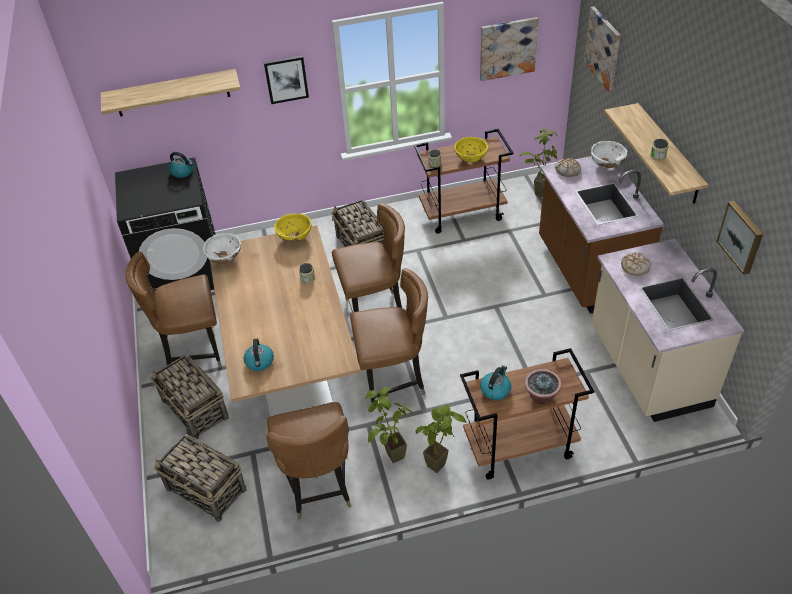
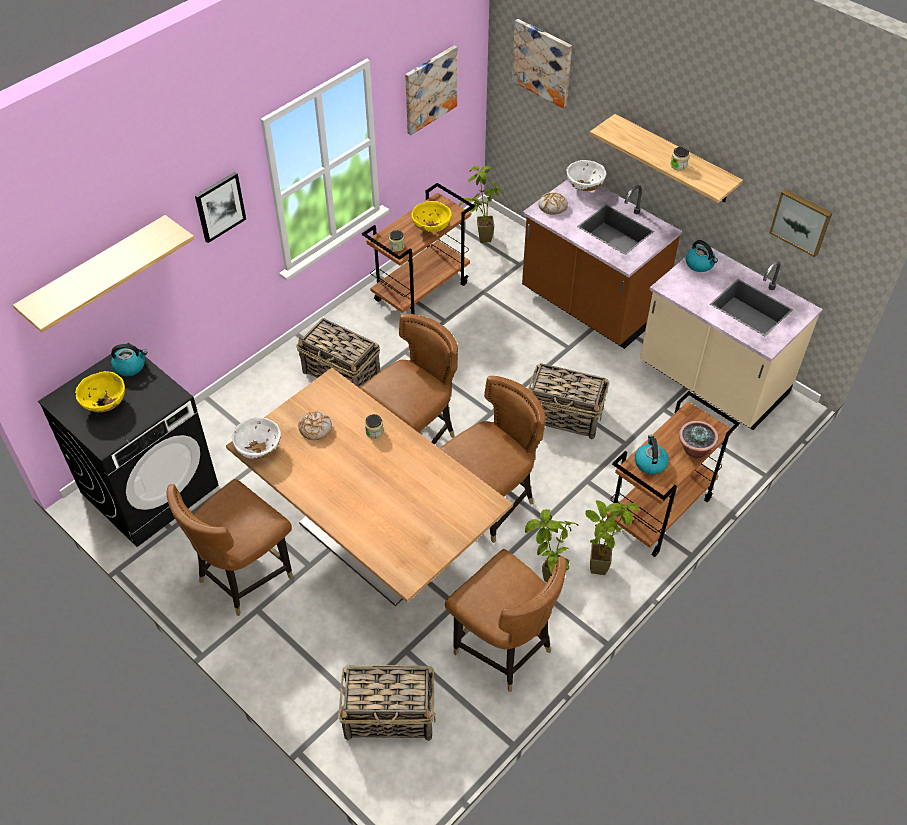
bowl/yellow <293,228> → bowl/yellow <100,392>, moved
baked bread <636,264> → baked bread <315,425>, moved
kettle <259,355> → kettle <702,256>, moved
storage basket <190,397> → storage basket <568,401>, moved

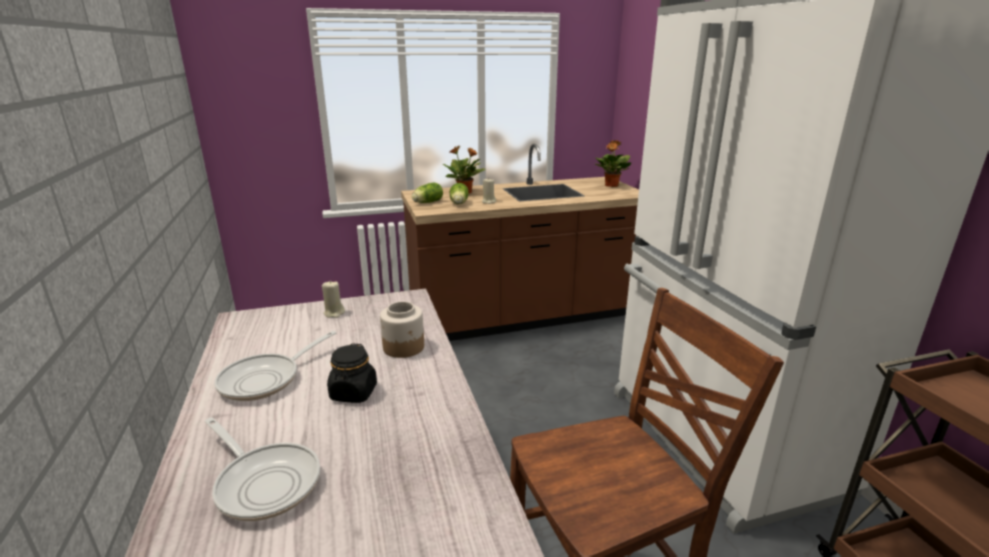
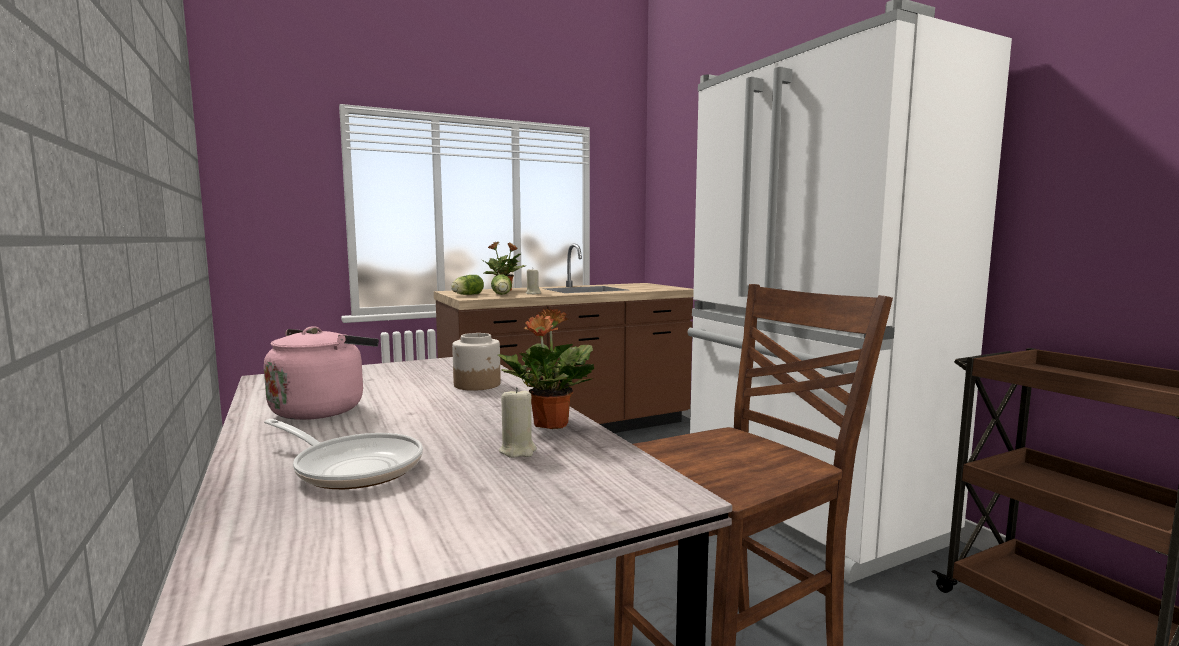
potted plant <613,163> → potted plant <546,369>, moved
wax candle/beige-coloured <333,299> → wax candle/beige-coloured <518,422>, moved
frying pan <275,366> → kettle/pinkish <321,373>
storage jar/blackish <352,373> → -

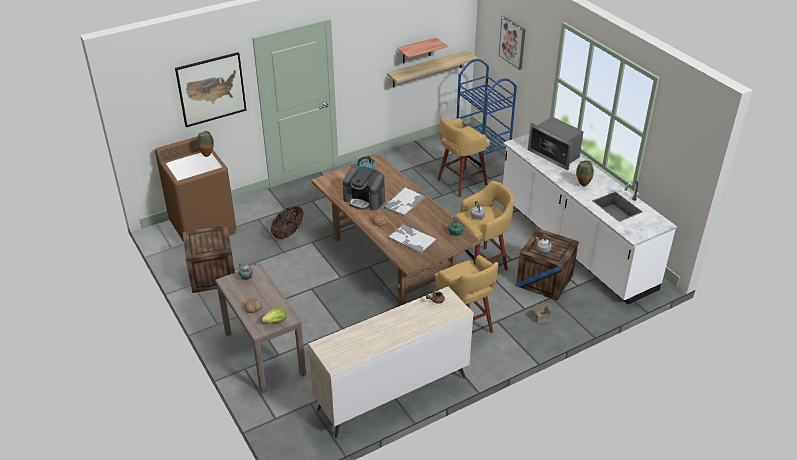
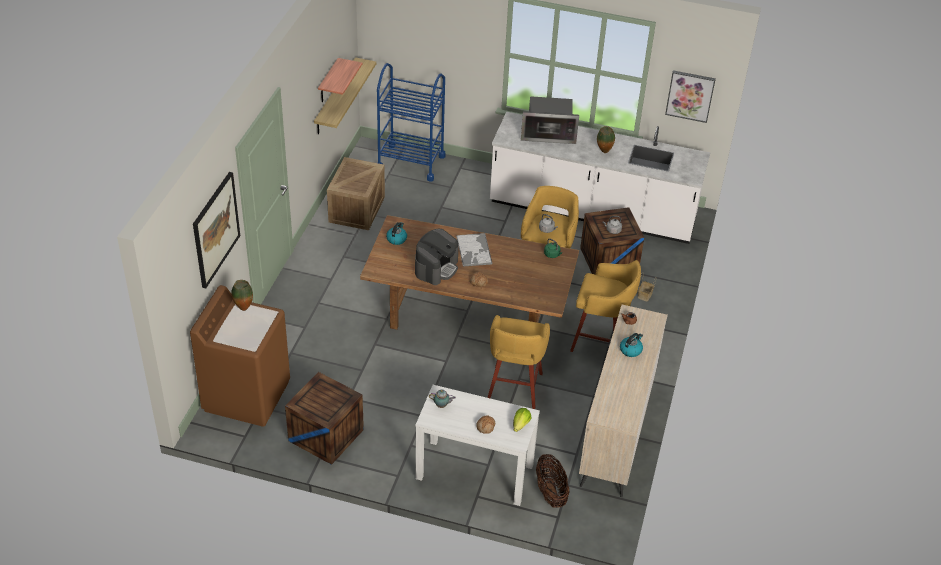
wall picture <512,43> → wall picture <690,96>, moved
stool seat/yellow <463,156> → stool seat/yellow <518,362>, moved
coffee maker <364,189> → coffee maker <437,257>, 45 degrees counterclockwise
storage basket <287,222> → storage basket <553,481>, moved
serving tray <412,239> → -
narrow table/brownish <260,329> → narrow table/white-coloured <477,445>
- → packing crate <356,193>
- → kettle <631,345>

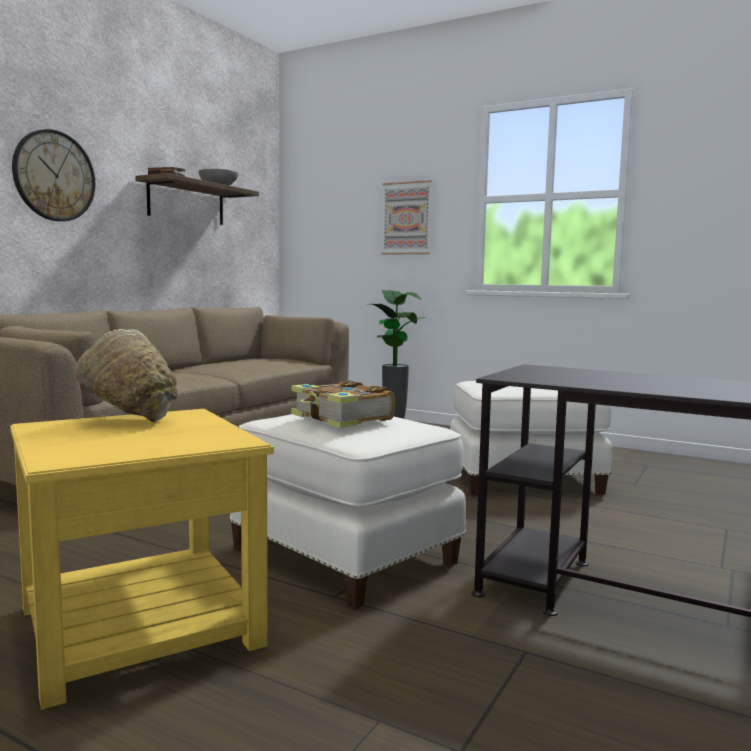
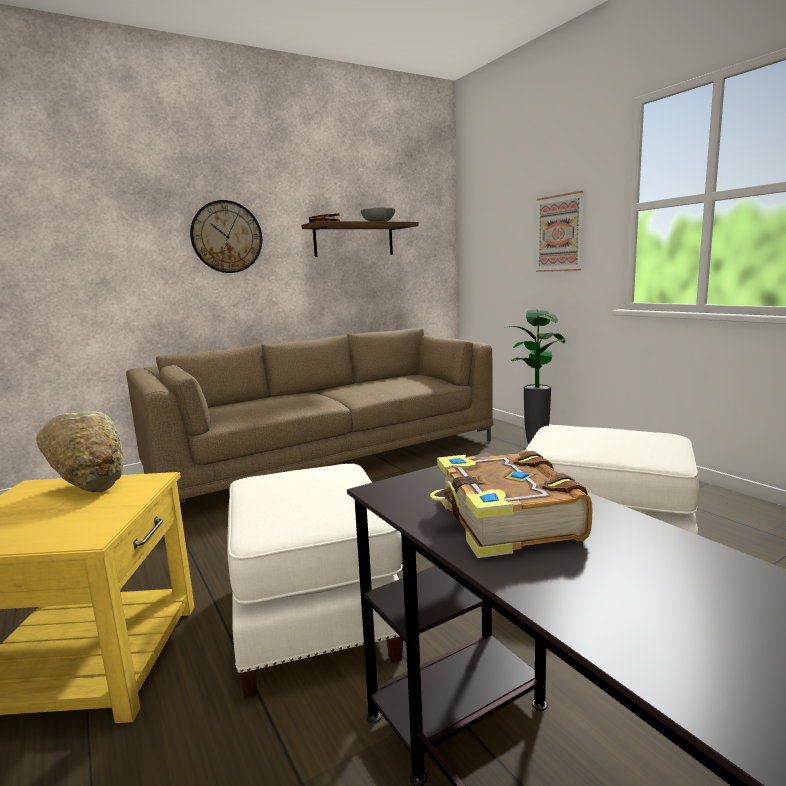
bound book <343,404> → bound book <511,504>, moved

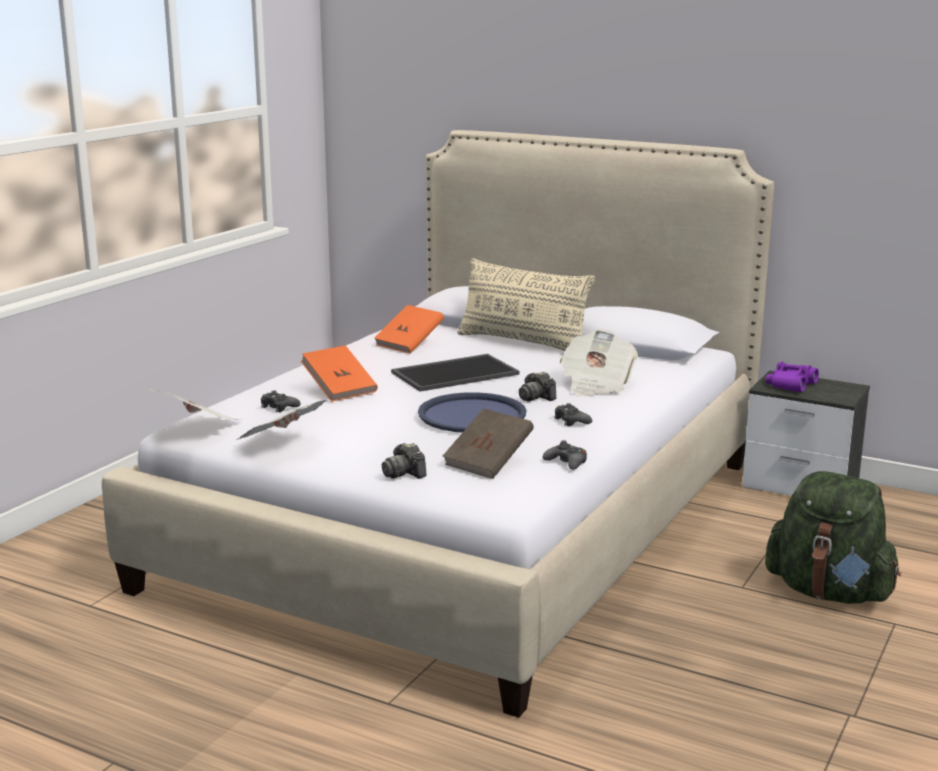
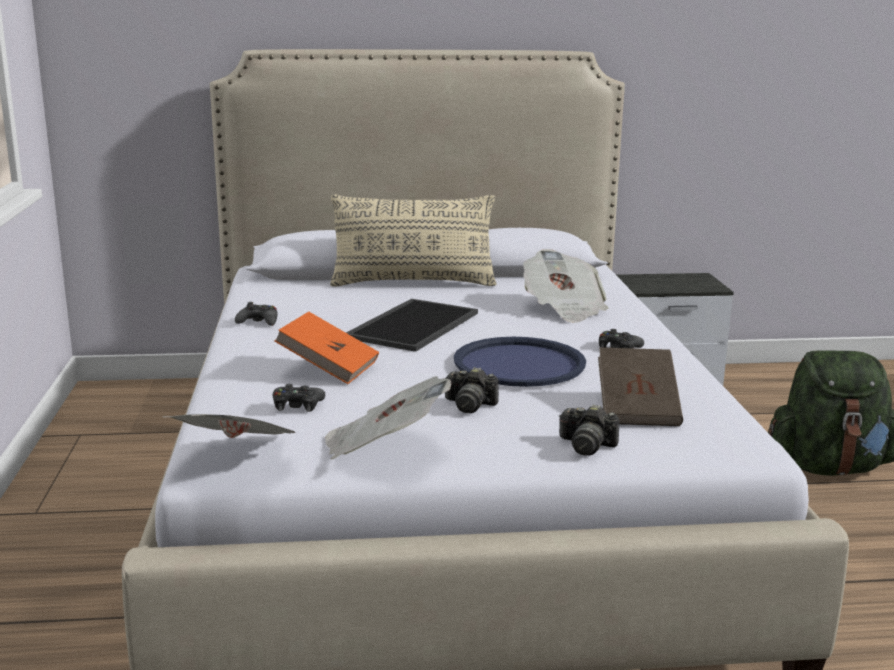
bound book/orangey <409,329> → -
field glasses/purple <792,377> → -
still camera <537,387> → still camera <472,390>, moved
joypad/blackish <565,455> → joypad/blackish <256,314>, moved

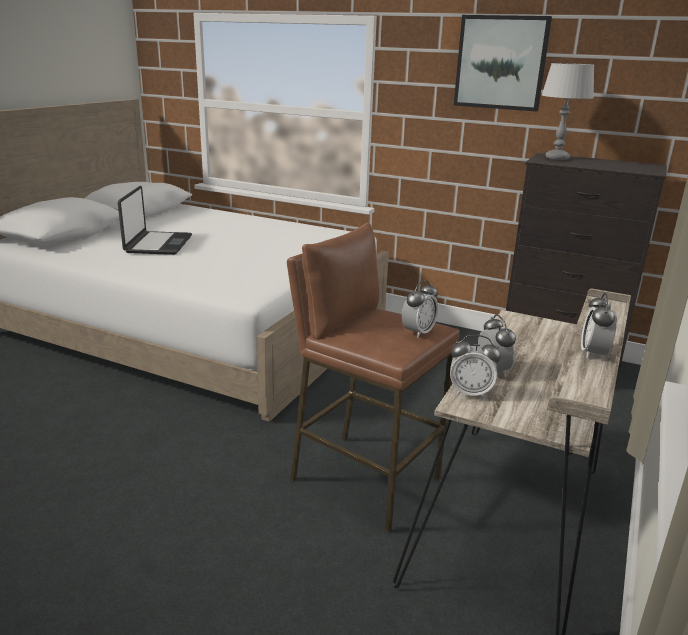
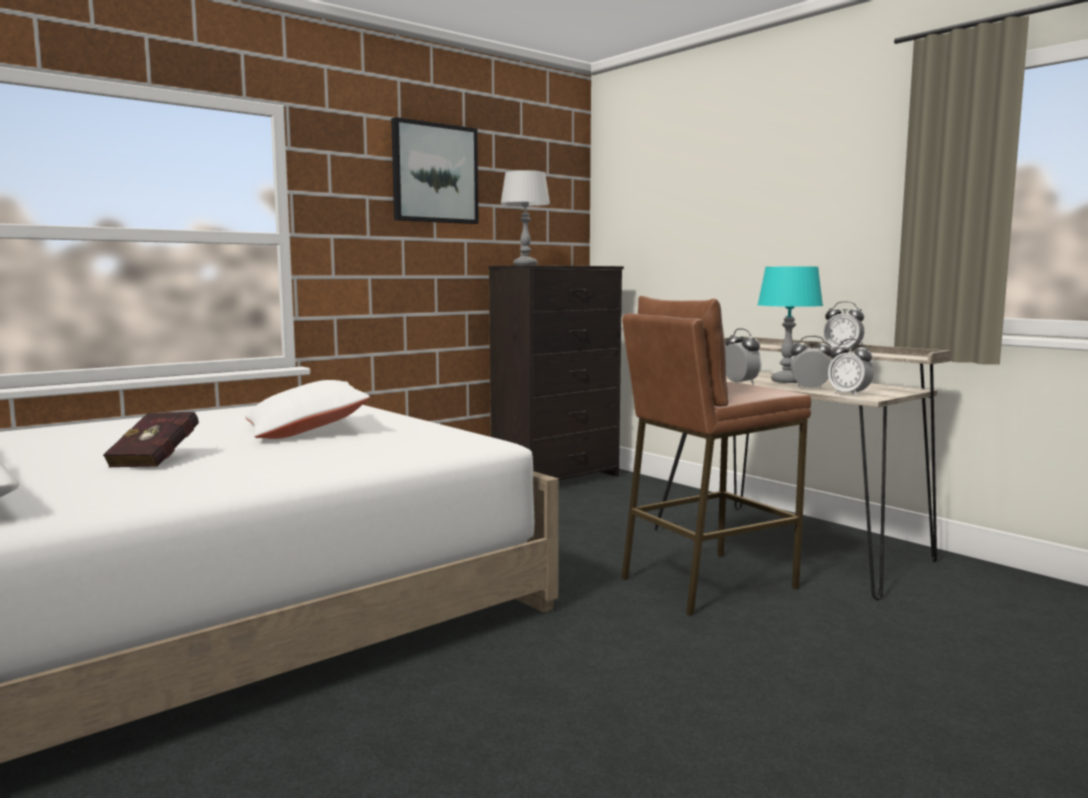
portable computer <155,220> → bound book/red-coloured <151,439>
bedside clock <475,367> → bedside clock <851,367>, 105 degrees clockwise
- → table lamp/turquoise-coloured <790,325>
- → pillow/white-coloured <307,409>

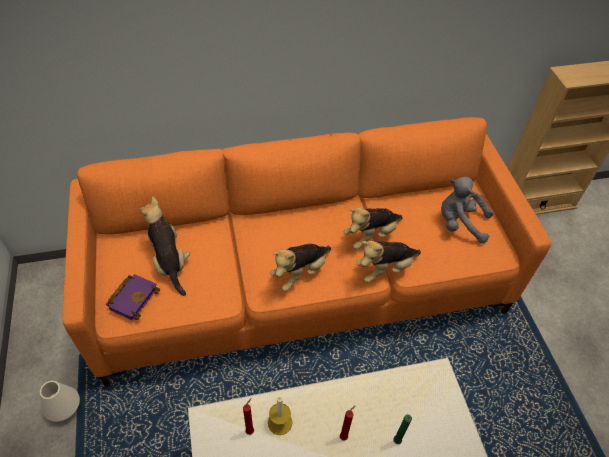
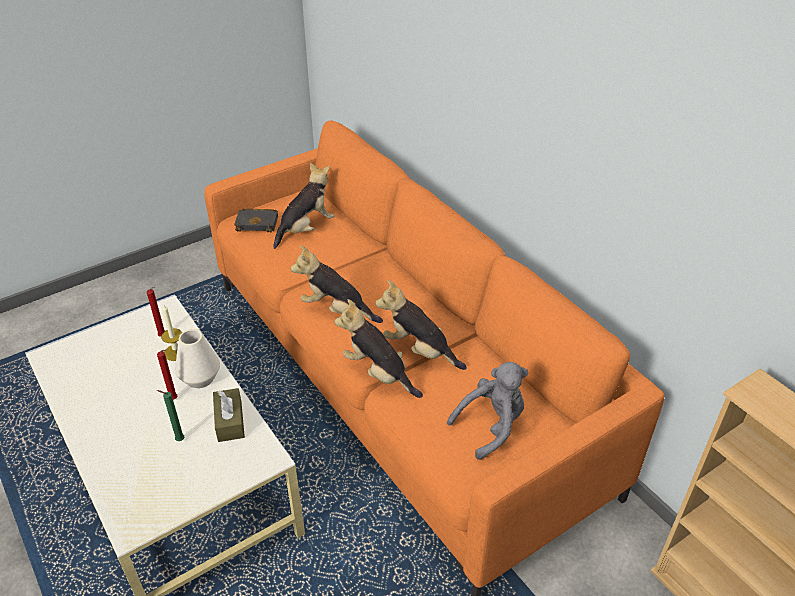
soft toy/greyish <467,210> → soft toy/greyish <487,411>, 60 degrees clockwise
bound book/purple <133,297> → bound book/blackish <256,220>
vase/white-coloured <60,401> → vase/white-coloured <197,358>, moved
- → tissue box/brownish <229,415>

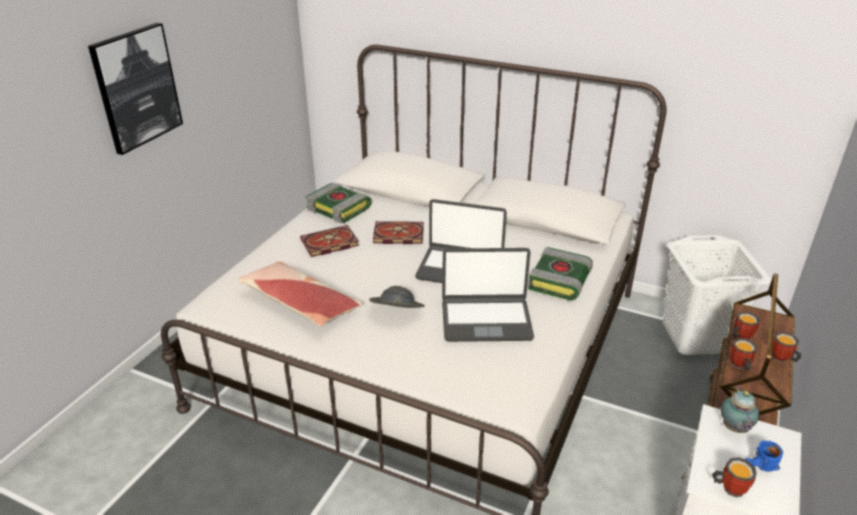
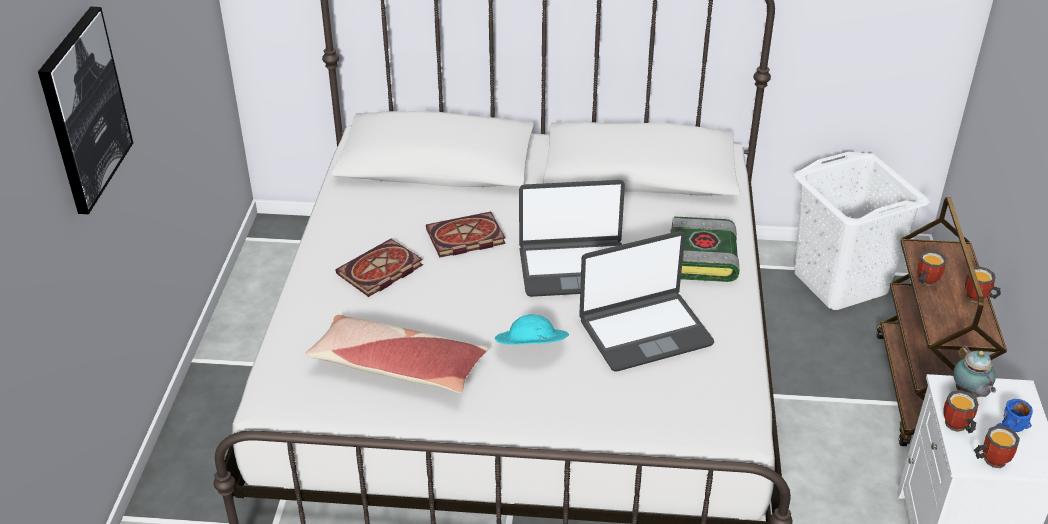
bound book <339,203> → -
hat/greyish <397,297> → hat/turquoise-coloured <532,329>
coffee mug <743,354> → coffee mug <961,411>, moved

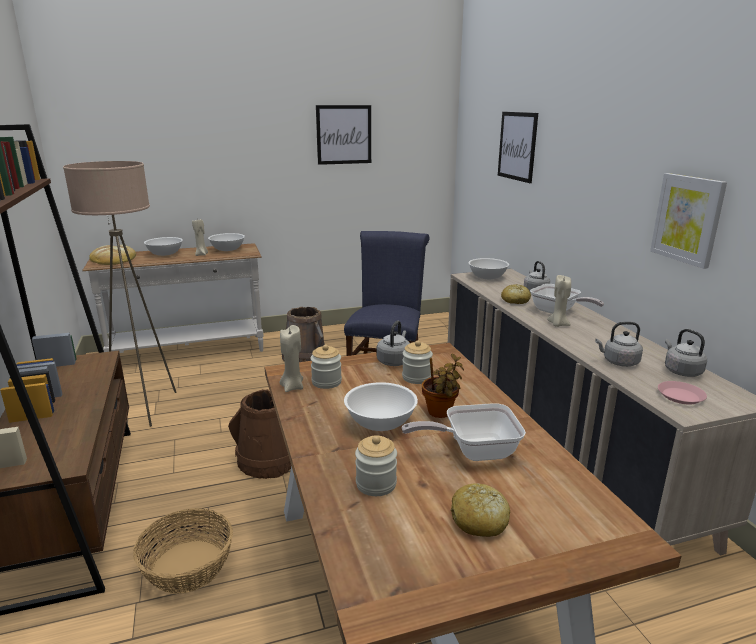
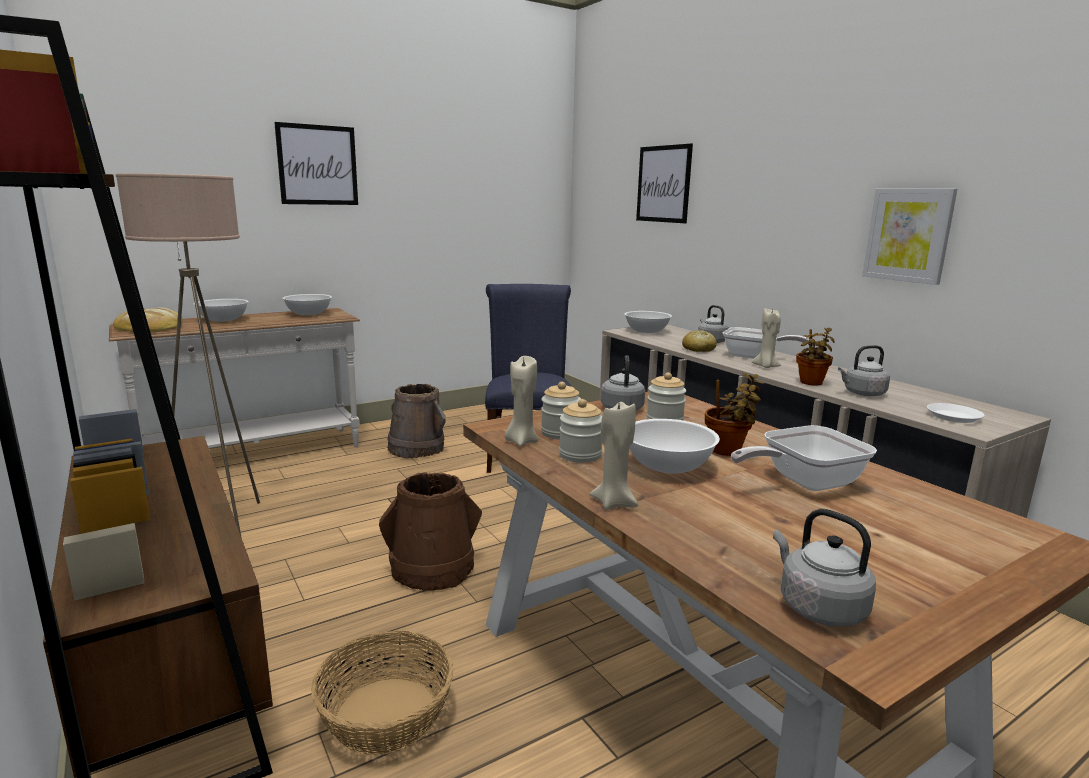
wall picture <343,135> → wall picture <316,163>, moved
wax candle/beige-coloured <200,237> → wax candle/beige-coloured <614,456>, moved
kettle/greyish <686,353> → kettle/greyish <824,568>, moved
dinner plate/pinkish <682,392> → dinner plate/white-coloured <955,413>
storage jar <376,466> → storage jar <580,431>, moved
baked bread <480,510> → -
- → potted plant <815,357>

